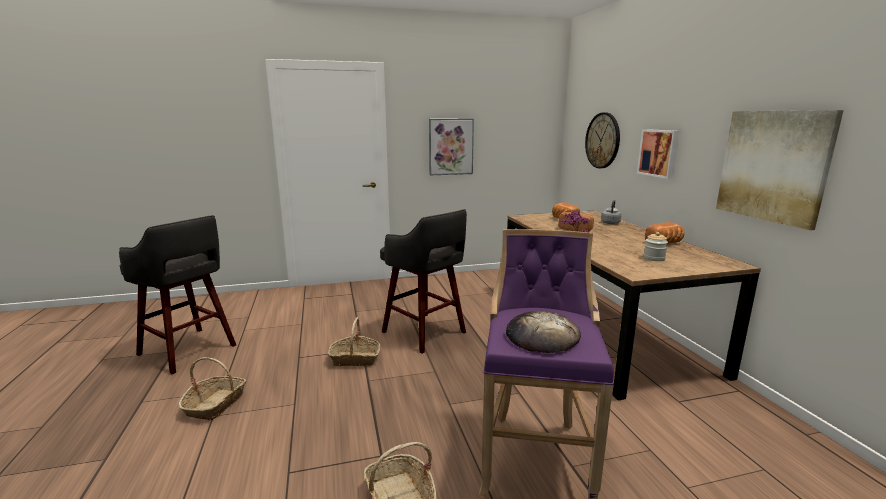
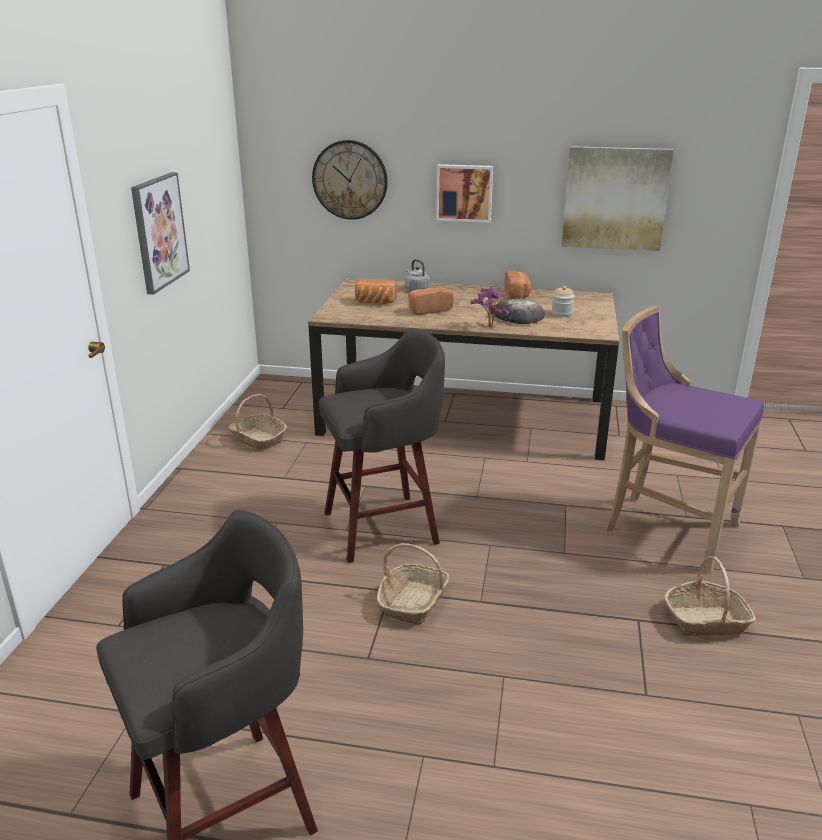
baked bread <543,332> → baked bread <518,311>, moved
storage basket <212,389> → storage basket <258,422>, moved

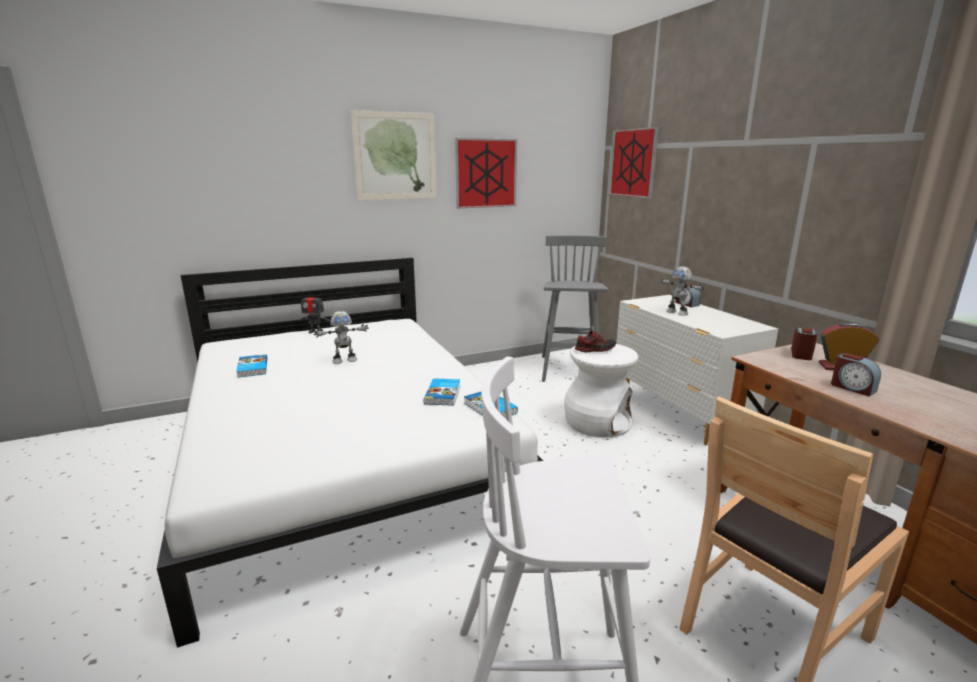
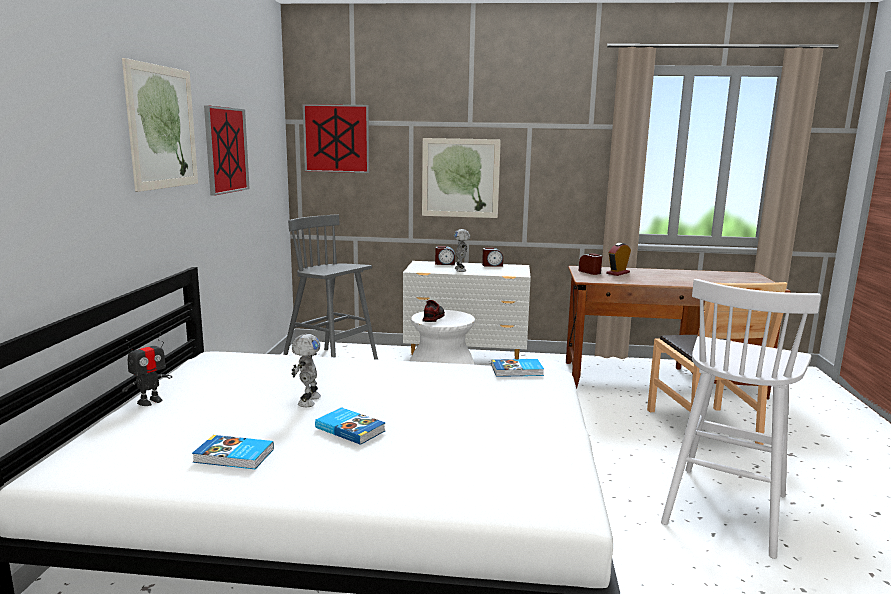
model robot <682,291> → model robot <462,250>, 90 degrees clockwise
bedside clock <856,375> → bedside clock <492,257>, moved
bound book <442,392> → bound book <350,426>, moved
- → wall picture <461,178>

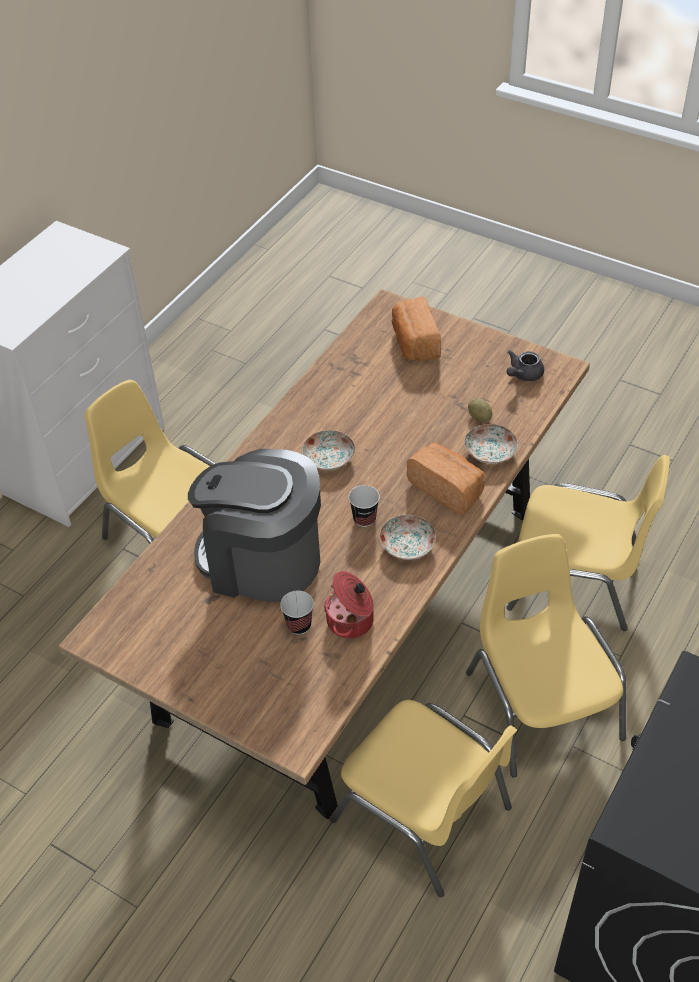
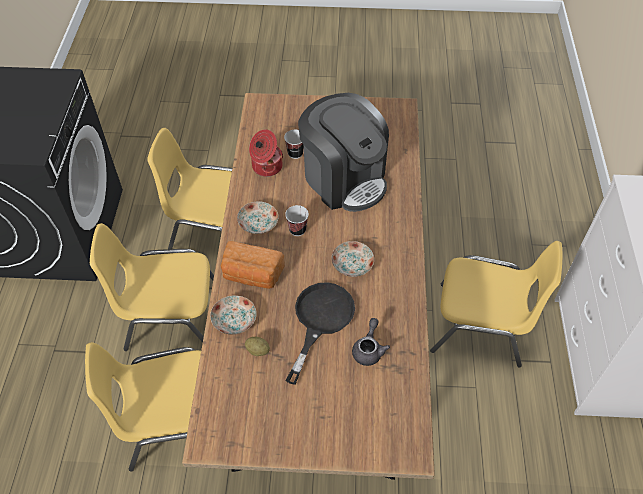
baked bread <416,329> → -
tea pot/greyish <525,365> → tea pot/greyish <371,342>, moved
coffee maker <254,525> → coffee maker <343,152>, 60 degrees clockwise
upright chair/yellow <546,655> → upright chair/yellow <152,287>, 135 degrees clockwise
- → frying pan/blackish <320,333>

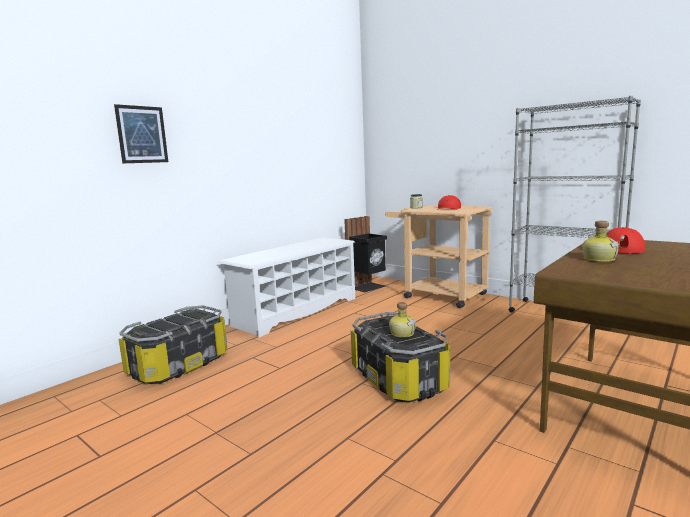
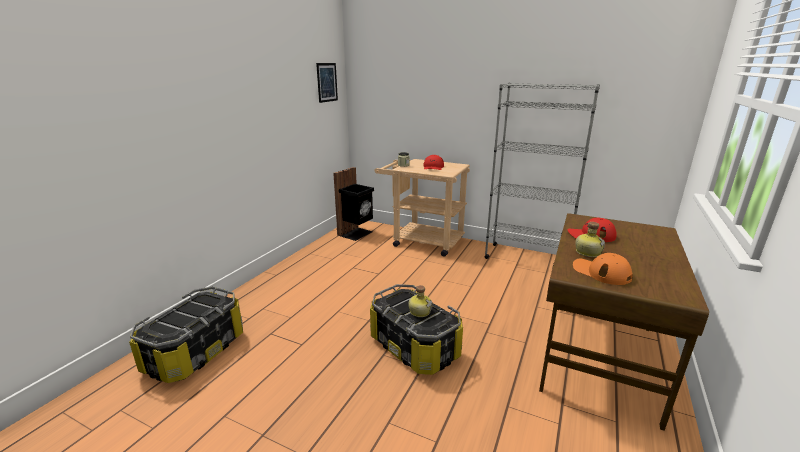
wall picture <141,133> → wall picture <327,83>, moved
shoe rack/white-coloured <286,287> → -
- → peaked cap/orangey <603,269>

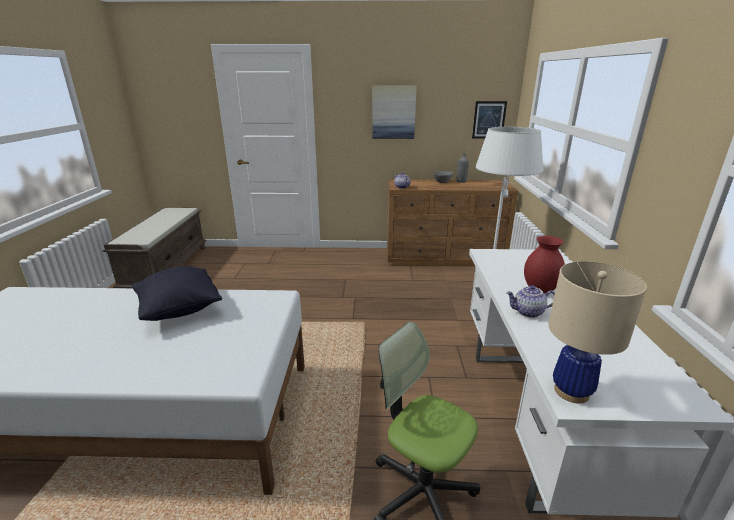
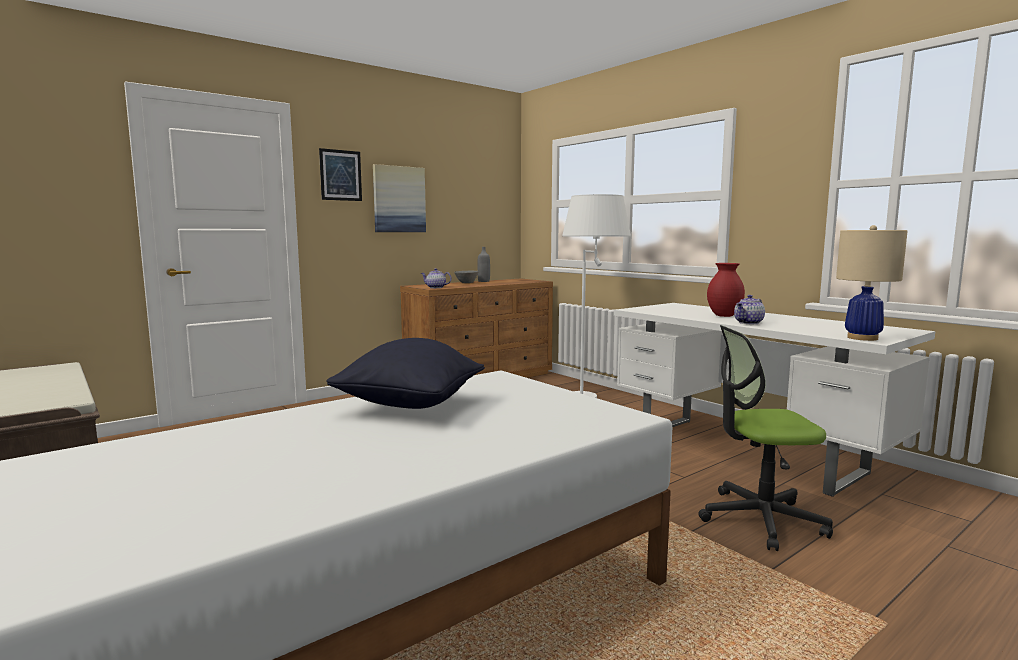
wall picture <489,119> → wall picture <340,174>, moved

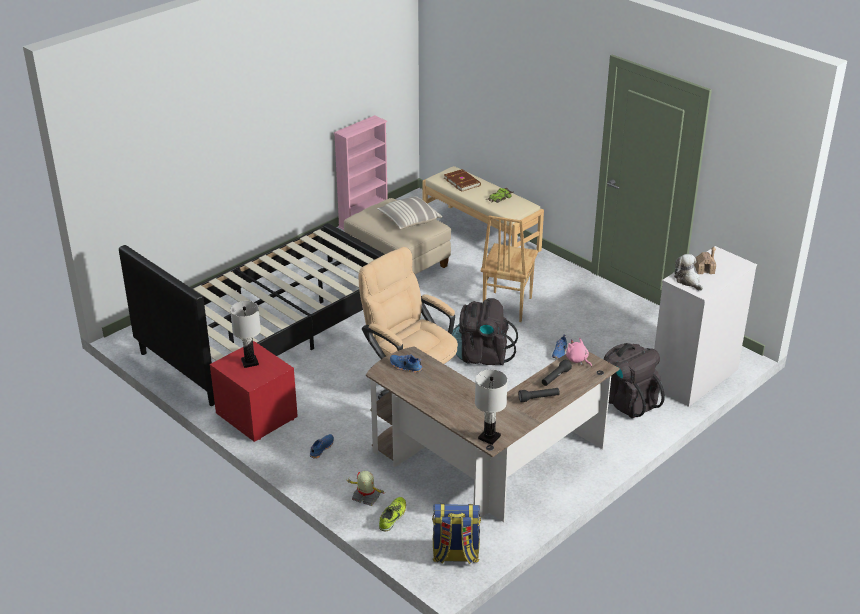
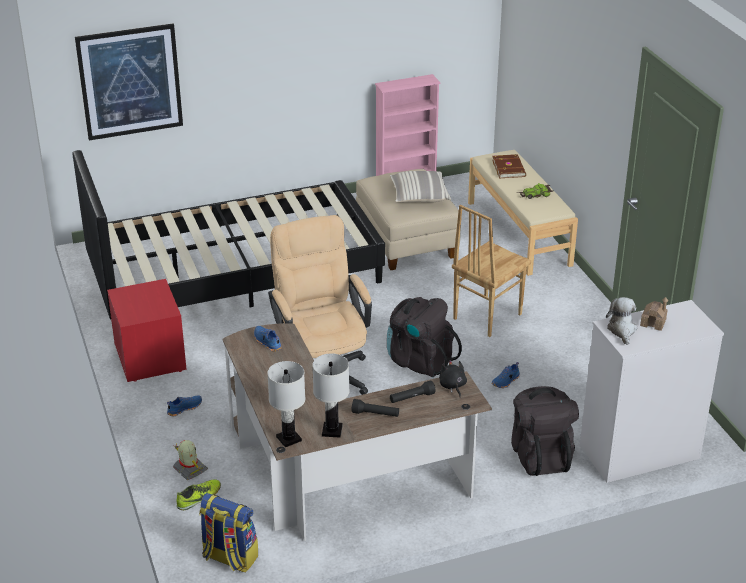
table lamp/white-coloured <245,334> → table lamp/white-coloured <330,395>, moved
soft toy/pinkish <579,352> → soft toy/blackish <453,379>
- → wall picture <129,82>

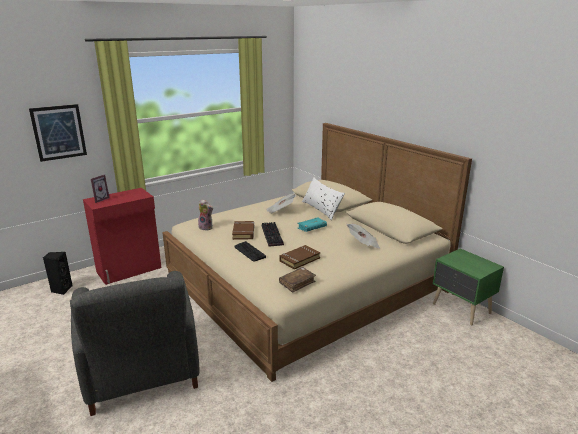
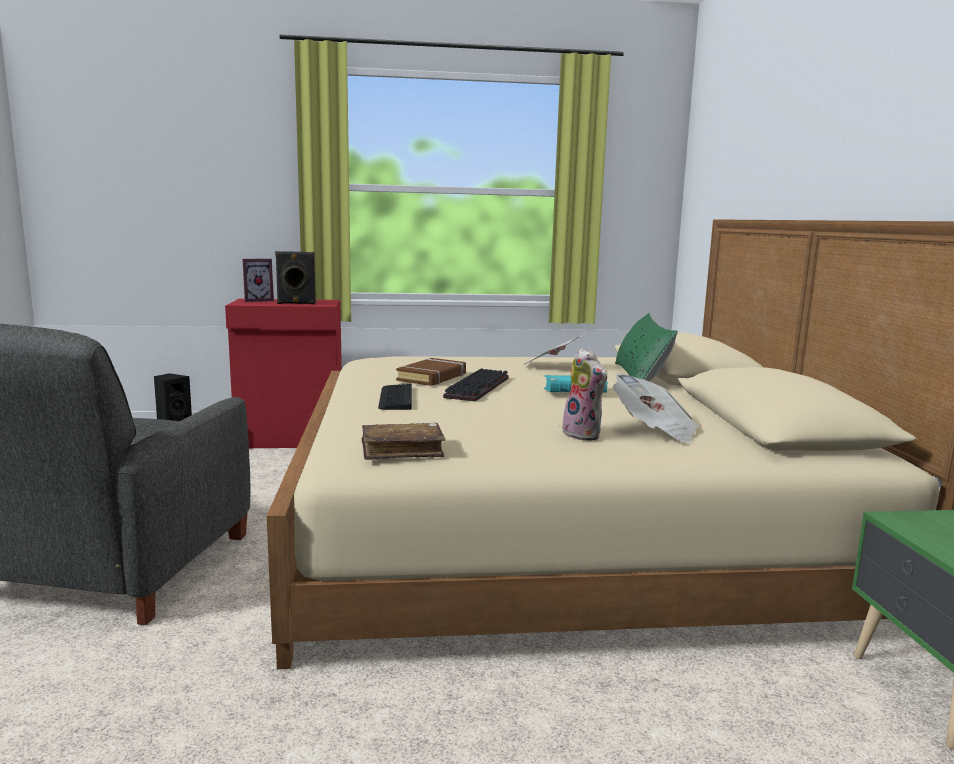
wall picture <58,133> → -
pillow/white-coloured <323,198> → pillow/green <646,347>
soft toy <205,215> → soft toy <585,394>, moved
bound book/brownish <299,257> → -
- → speaker/blackish <295,277>

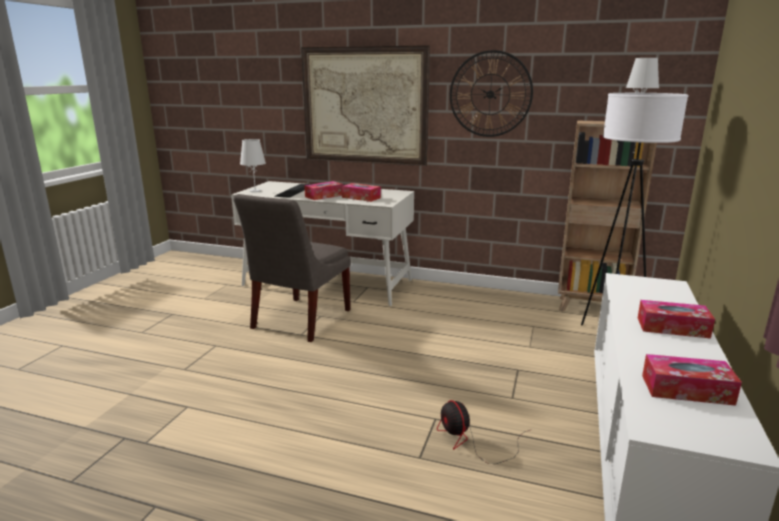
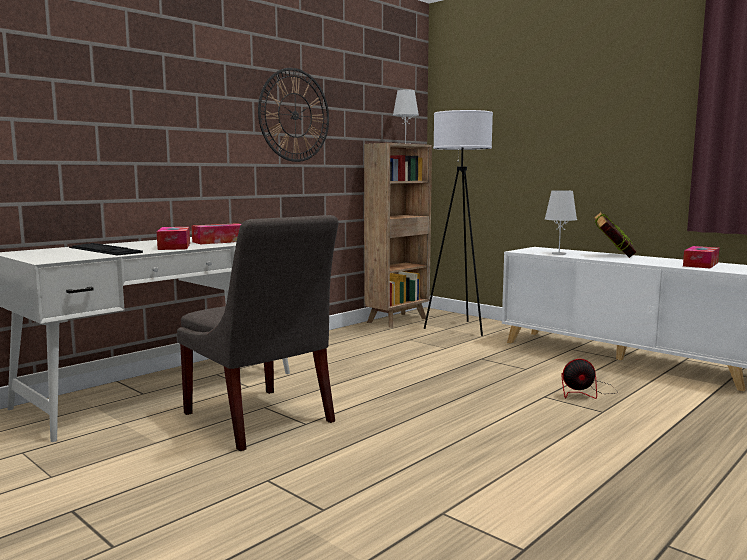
wall picture <365,105> → -
table lamp/white-coloured <253,165> → table lamp/white-coloured <561,222>, moved
tissue box <676,319> → bound book <615,234>

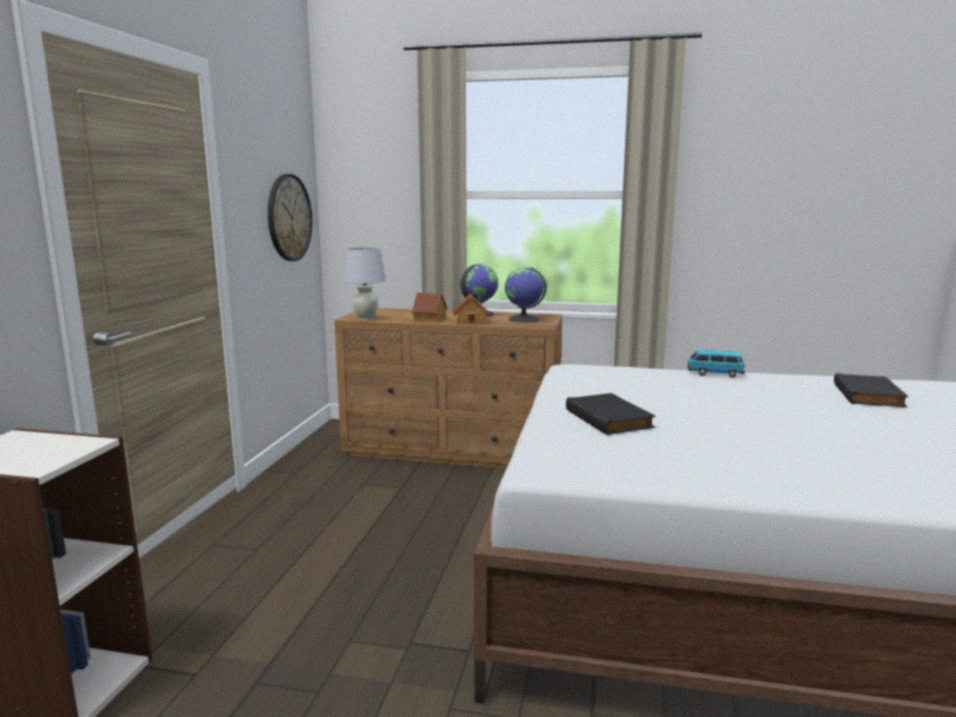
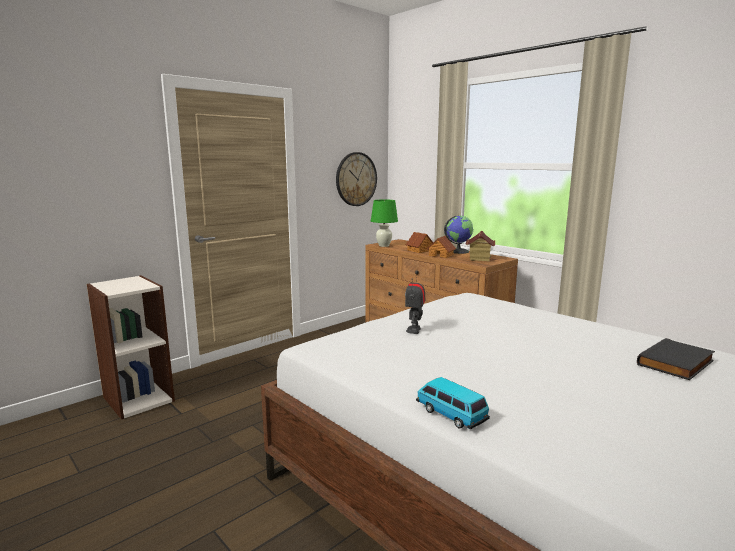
table lamp/white-coloured <364,283> → table lamp/green <384,223>
desk globe <526,295> → toy house <480,246>
model car <716,363> → model car <453,403>, moved
bound book/blackish <610,414> → model robot <415,304>

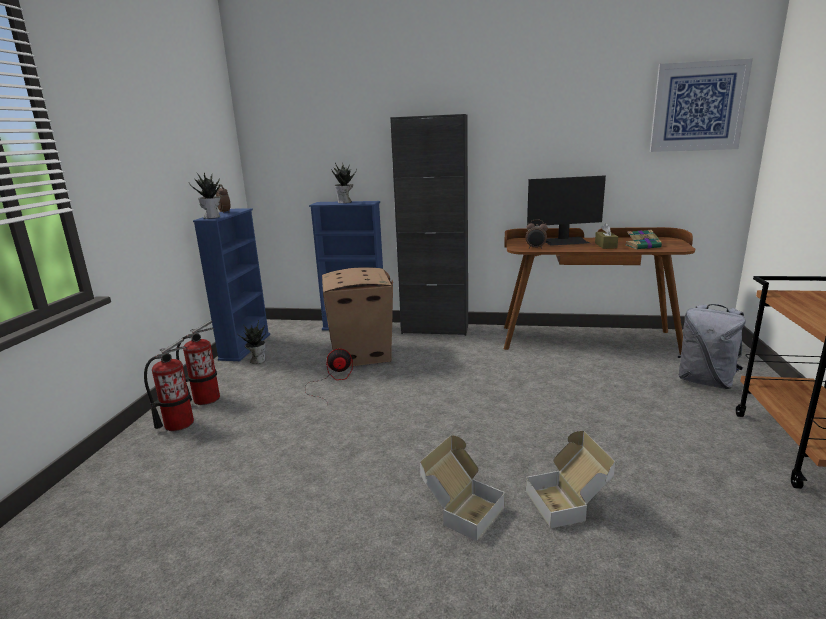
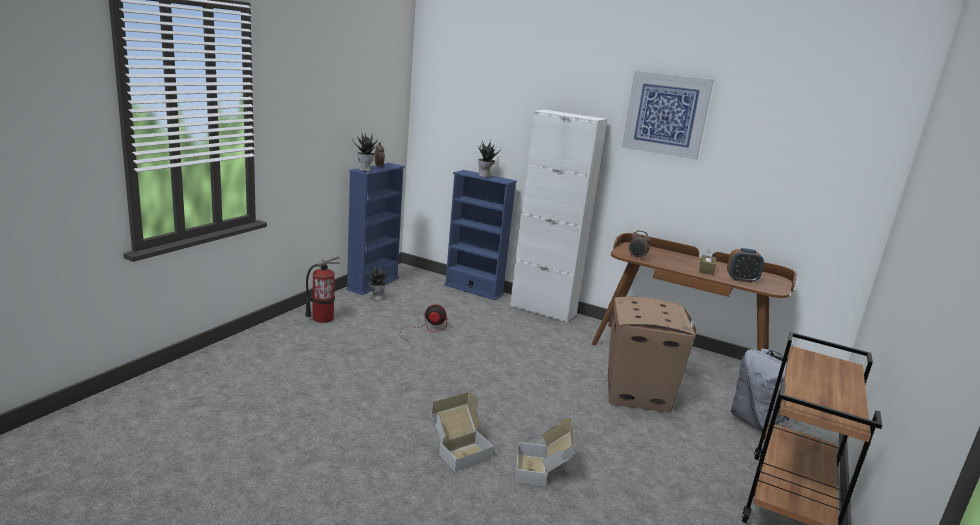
wall picture <701,105> → wall picture <668,115>, moved
cabinet/blackish <429,225> → cabinet/white-coloured <559,216>
computer display <566,210> → -
bound book <643,240> → bedside clock <745,265>
carton <357,317> → carton <652,355>, moved
fire extinguisher <169,384> → -

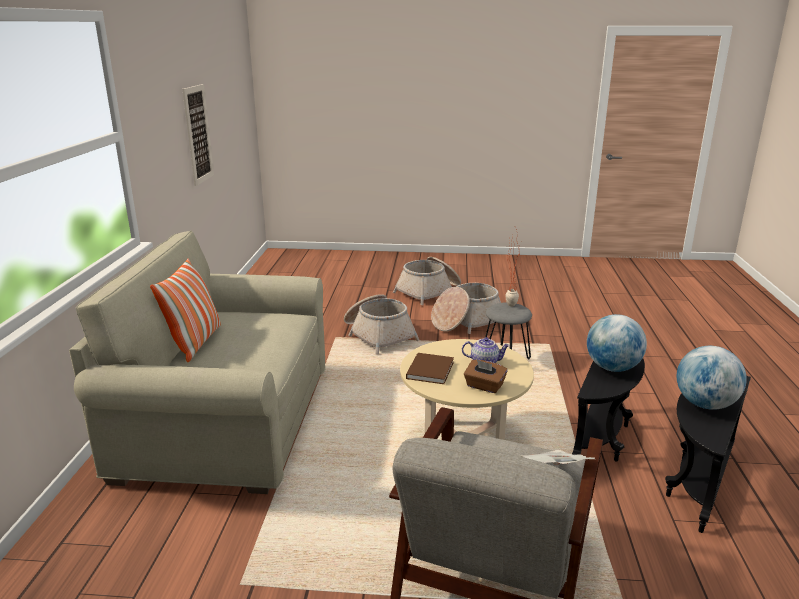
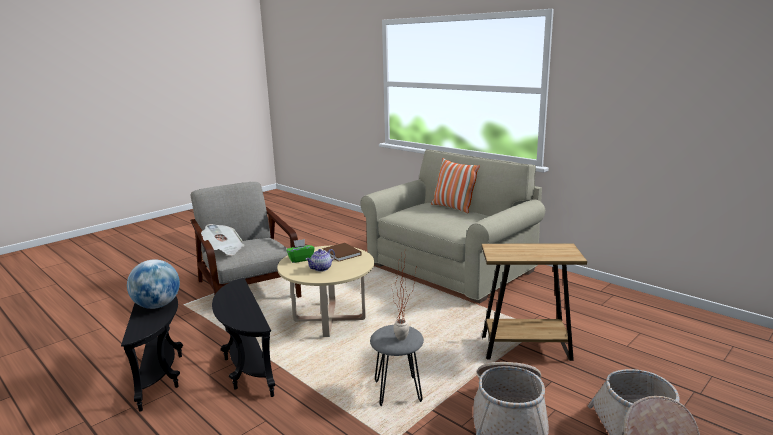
wall picture <198,135> → -
storage basket <381,324> → accent table/brownish <534,302>
desk globe <617,343> → -
tissue box/brownish <485,376> → tissue box/green <300,251>

